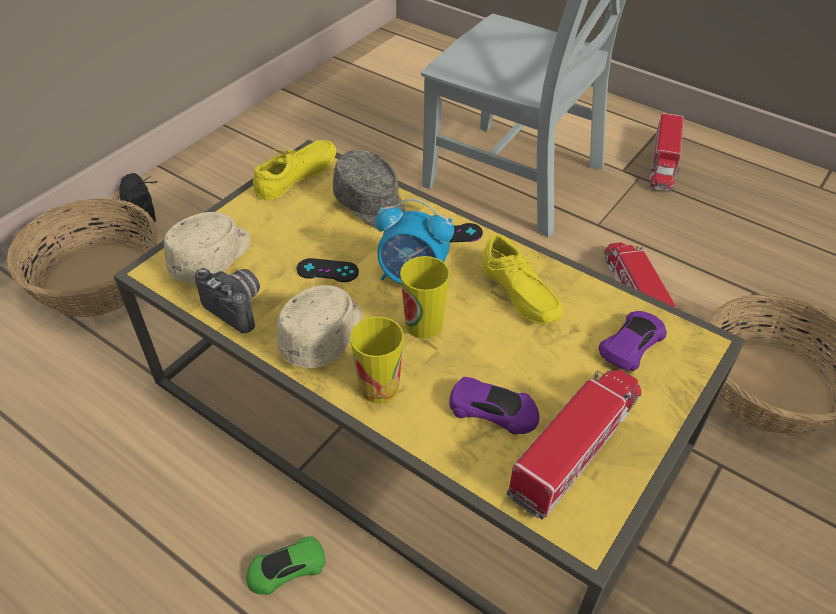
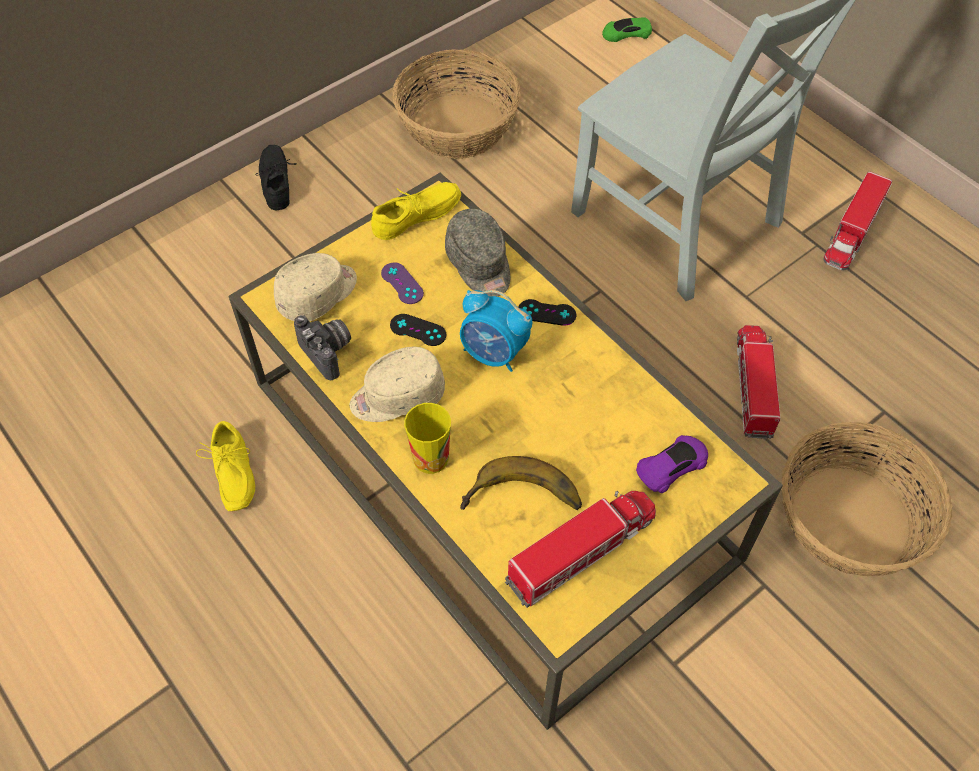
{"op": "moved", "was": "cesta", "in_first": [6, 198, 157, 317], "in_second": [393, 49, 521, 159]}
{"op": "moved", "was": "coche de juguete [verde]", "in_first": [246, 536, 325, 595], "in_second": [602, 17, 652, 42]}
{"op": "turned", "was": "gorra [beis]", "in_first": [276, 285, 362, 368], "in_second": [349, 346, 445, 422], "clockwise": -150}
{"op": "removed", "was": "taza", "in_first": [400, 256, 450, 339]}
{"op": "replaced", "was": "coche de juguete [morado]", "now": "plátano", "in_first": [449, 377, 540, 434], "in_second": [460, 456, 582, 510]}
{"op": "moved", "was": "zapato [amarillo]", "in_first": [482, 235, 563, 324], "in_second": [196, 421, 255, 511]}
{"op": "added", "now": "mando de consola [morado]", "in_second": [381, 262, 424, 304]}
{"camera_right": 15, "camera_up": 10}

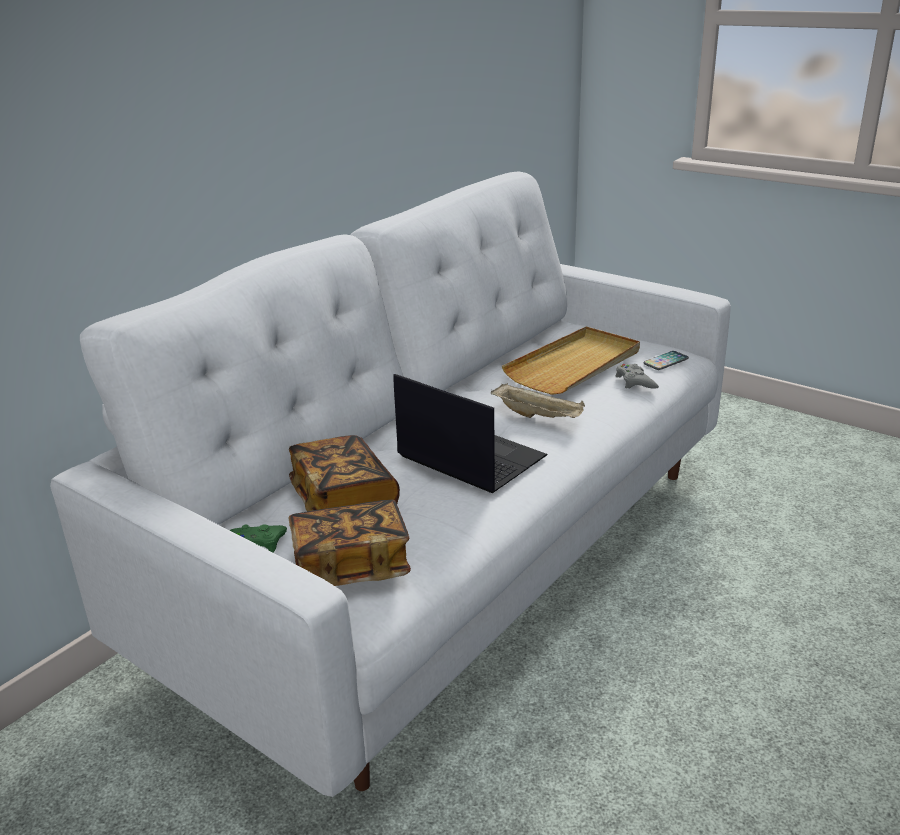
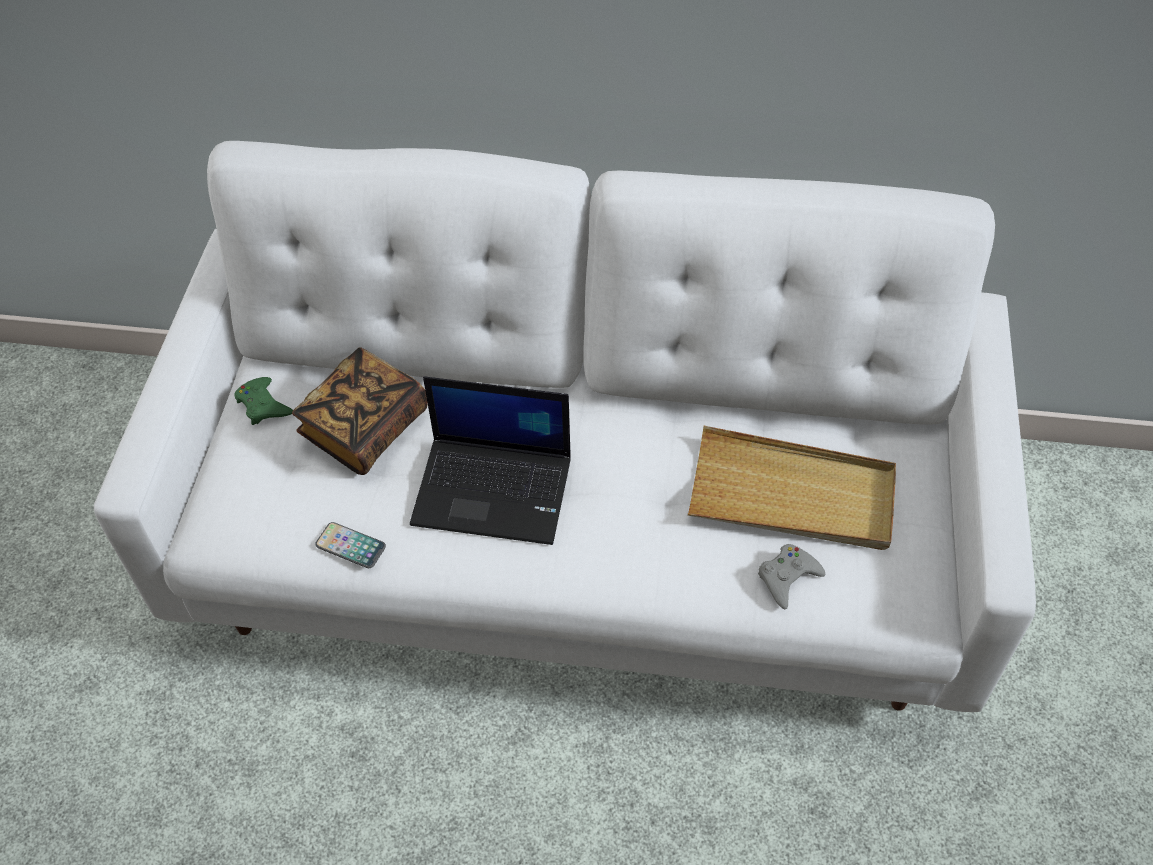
{"op": "removed", "was": "libro", "in_first": [289, 500, 411, 586]}
{"op": "turned", "was": "portátil", "in_first": [393, 374, 548, 493], "in_second": [410, 376, 571, 545], "clockwise": 90}
{"op": "removed", "was": "bandeja [beis]", "in_first": [491, 383, 585, 418]}
{"op": "moved", "was": "móvil", "in_first": [643, 351, 689, 370], "in_second": [315, 522, 386, 568]}
{"camera_right": 60, "camera_up": 25}

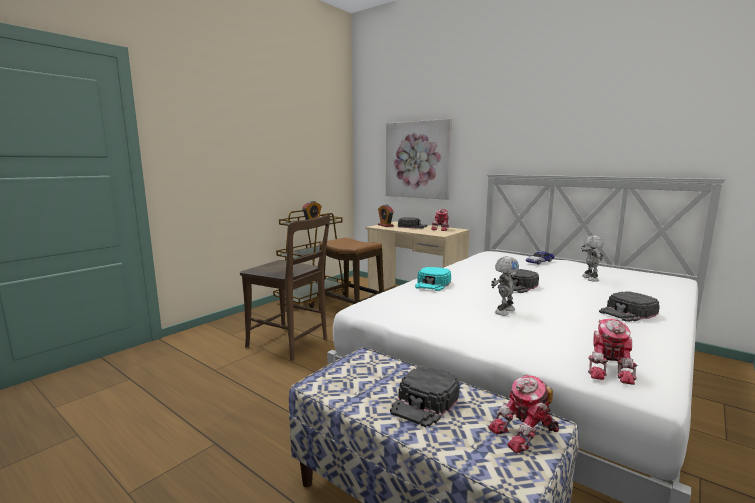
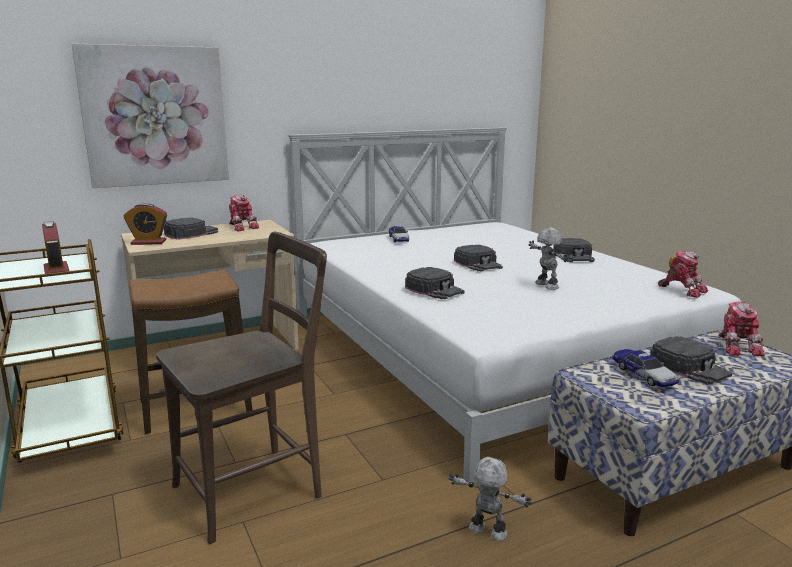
{"op": "recoloured", "was": "gorra [turquesa]", "now": "gorra [negro]", "in_first": [415, 267, 451, 291], "in_second": [405, 267, 465, 299]}
{"op": "moved", "was": "robot de juguete", "in_first": [581, 236, 604, 282], "in_second": [449, 457, 532, 541]}
{"op": "added", "now": "coche de juguete", "in_second": [612, 349, 679, 387]}
{"camera_right": -65, "camera_up": 5}

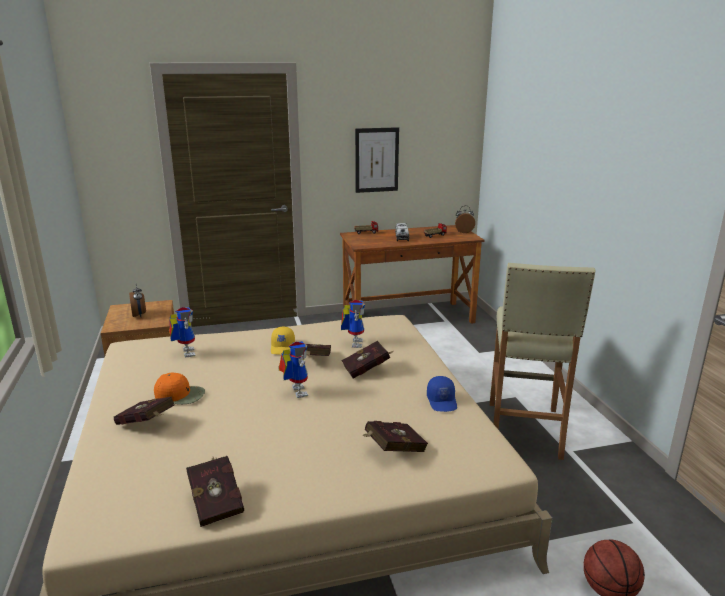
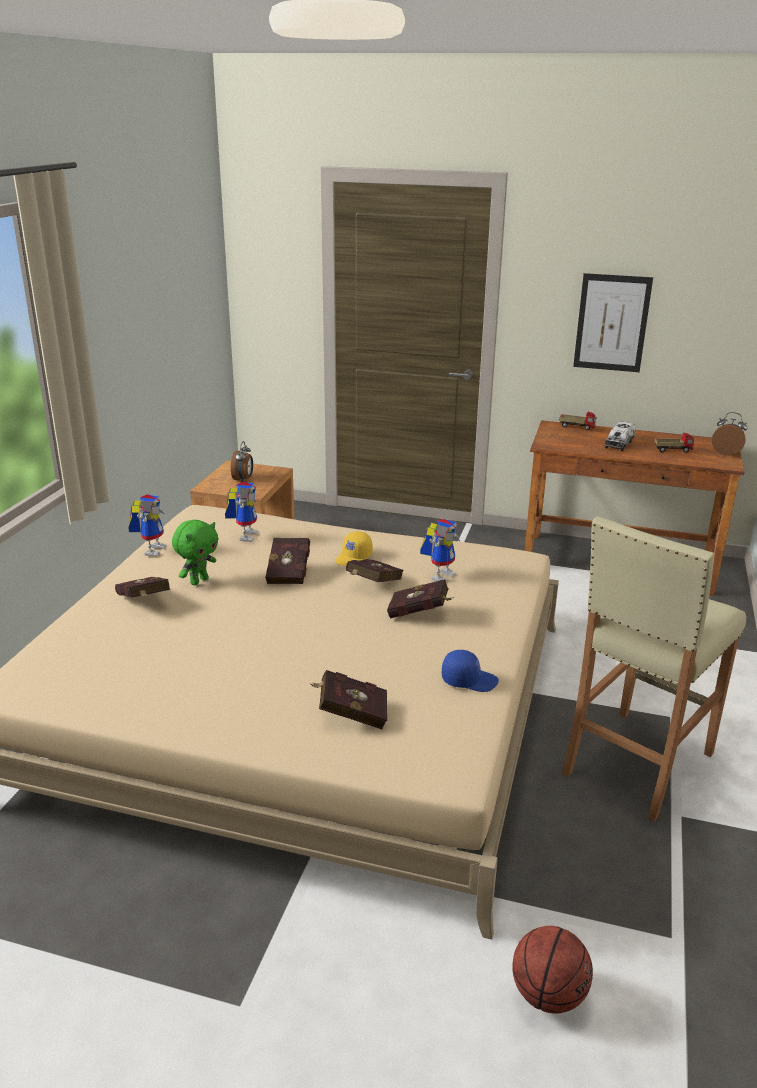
{"op": "replaced", "was": "gorra [naranja]", "now": "peluche [verde]", "in_first": [154, 372, 205, 404], "in_second": [172, 519, 218, 585]}
{"op": "moved", "was": "libro [rojo]", "in_first": [186, 456, 244, 527], "in_second": [265, 537, 310, 584]}
{"op": "moved", "was": "robot de juguete", "in_first": [278, 341, 308, 398], "in_second": [128, 494, 167, 557]}
{"op": "turned", "was": "gorra [azul]", "in_first": [427, 376, 457, 412], "in_second": [442, 650, 499, 692], "clockwise": -105}
{"camera_right": 30, "camera_up": 5}

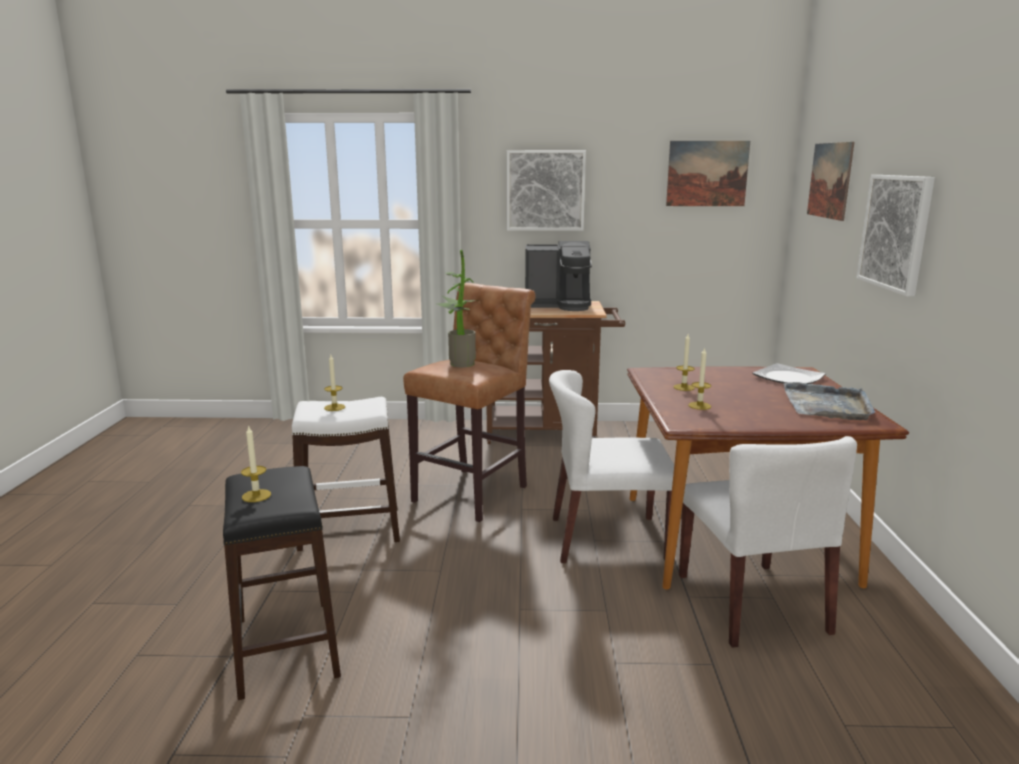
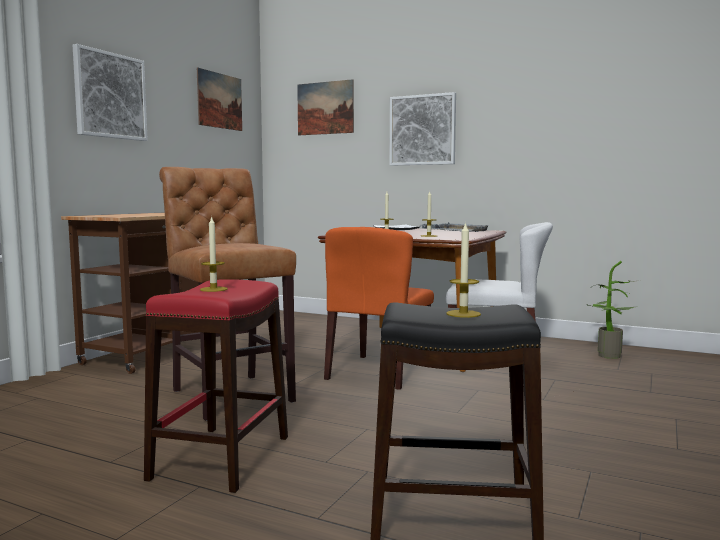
{"op": "recoloured", "was": "taburete [blanco]", "now": "taburete [rojo]", "in_first": [292, 397, 400, 551], "in_second": [144, 279, 288, 493]}
{"op": "moved", "was": "planta en maceta", "in_first": [437, 250, 478, 367], "in_second": [586, 261, 638, 359]}
{"op": "removed", "was": "cafetera", "in_first": [525, 241, 592, 311]}
{"op": "recoloured", "was": "silla [blanco]", "now": "silla [naranja]", "in_first": [549, 370, 674, 563], "in_second": [324, 227, 434, 390]}
{"camera_right": -65, "camera_up": -10}

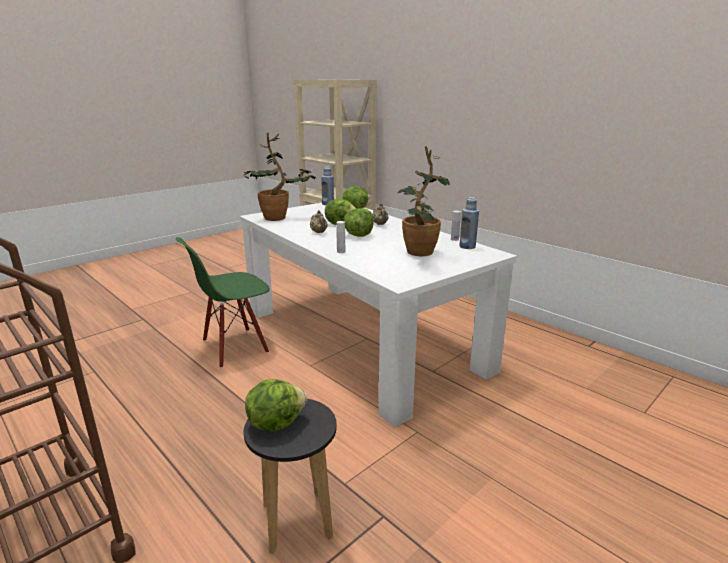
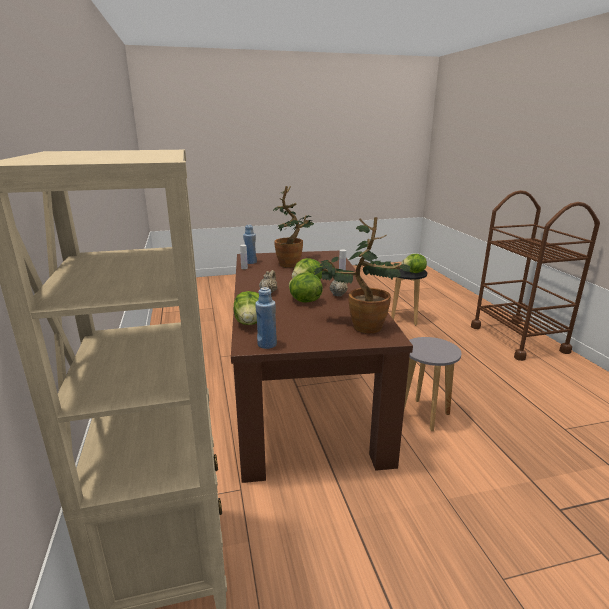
{"op": "replaced", "was": "silla [verde]", "now": "taburete [gris]", "in_first": [176, 237, 270, 368], "in_second": [404, 337, 462, 431]}
{"op": "recoloured", "was": "mesa de comedor [blanco]", "now": "mesa de comedor [marrón]", "in_first": [240, 203, 517, 427], "in_second": [231, 251, 413, 483]}
{"camera_right": -150, "camera_up": 0}

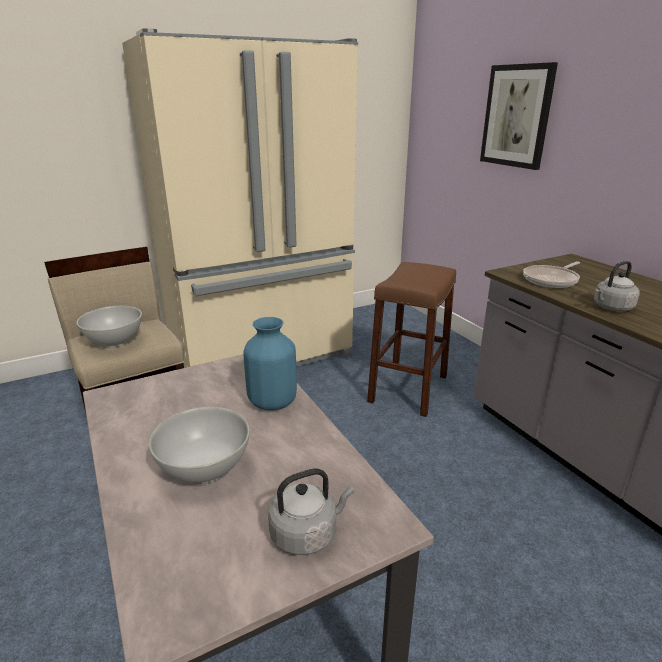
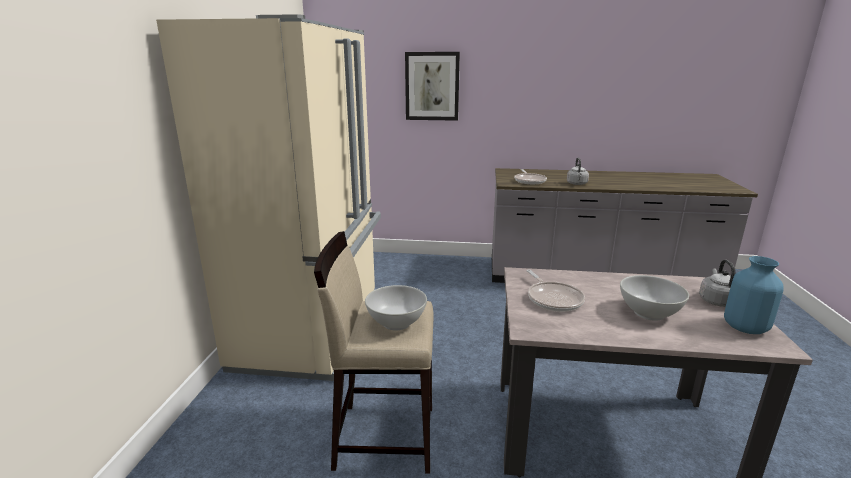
{"op": "moved", "was": "florero [azul]", "in_first": [243, 317, 297, 410], "in_second": [724, 256, 784, 334]}
{"op": "removed", "was": "taburete [marrón]", "in_first": [367, 262, 456, 417]}
{"op": "added", "now": "sartén", "in_second": [526, 270, 585, 312]}
{"camera_right": -55, "camera_up": -5}

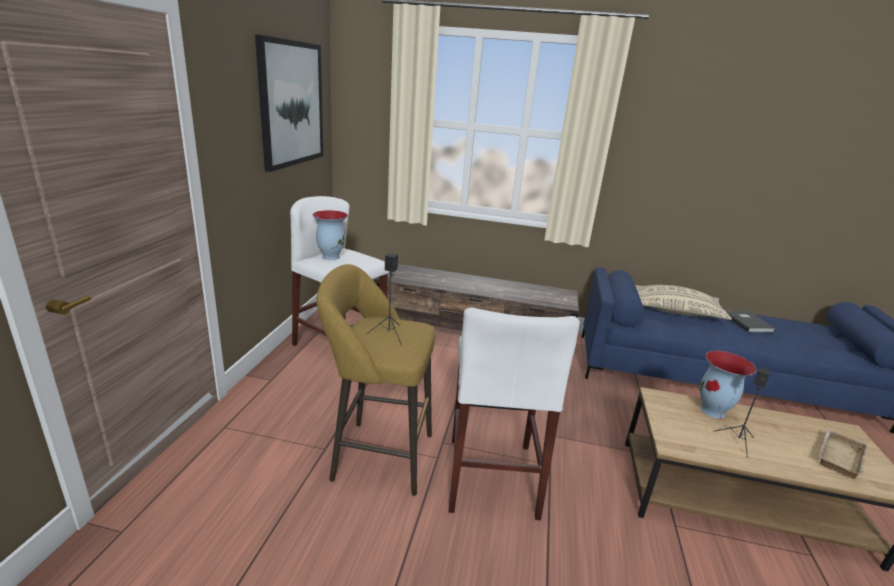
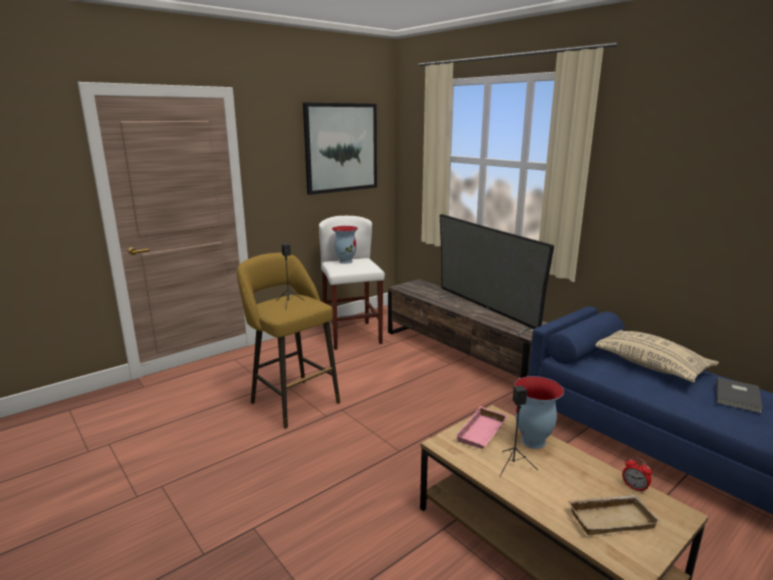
{"op": "removed", "was": "taburete [blanco]", "in_first": [449, 308, 580, 520]}
{"op": "added", "now": "televisor", "in_second": [440, 214, 554, 335]}
{"op": "added", "now": "bandeja [rosa]", "in_second": [455, 406, 508, 449]}
{"op": "added", "now": "despertador", "in_second": [622, 457, 652, 493]}
{"camera_right": 40, "camera_up": -5}

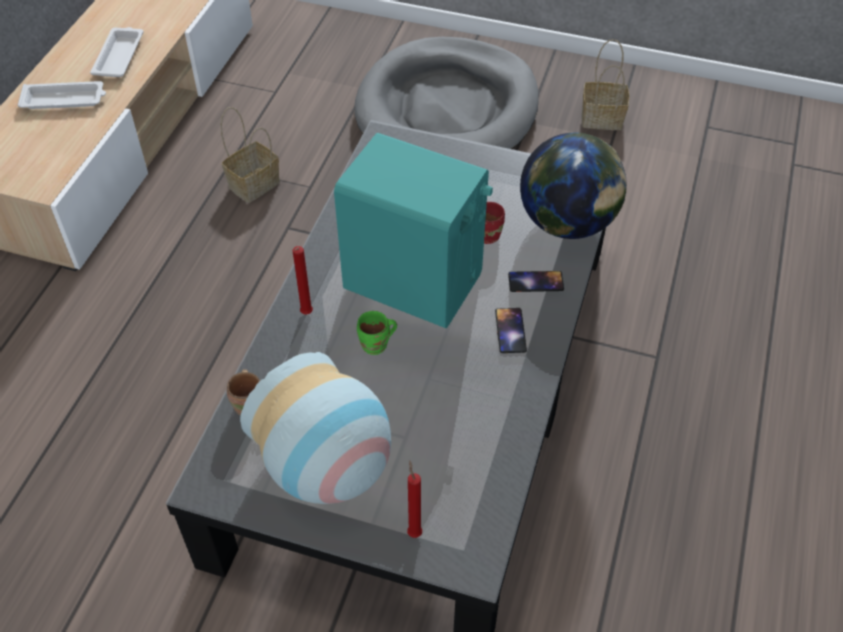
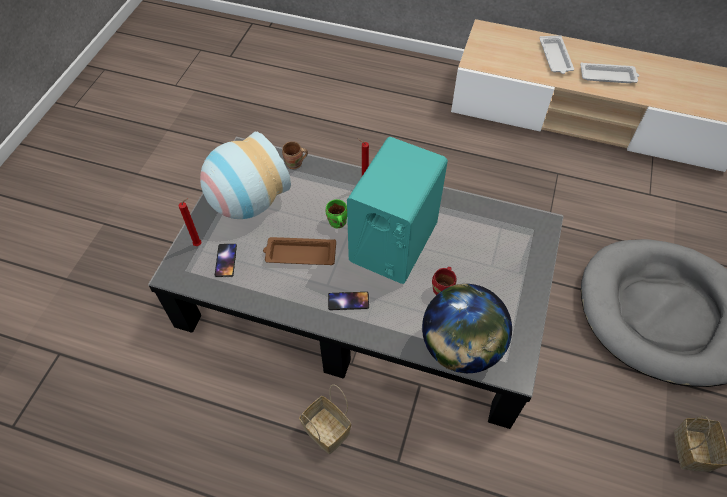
{"op": "moved", "was": "cesta", "in_first": [220, 107, 280, 203], "in_second": [299, 384, 351, 454]}
{"op": "moved", "was": "móvil", "in_first": [508, 271, 564, 292], "in_second": [215, 244, 237, 277]}
{"op": "added", "now": "bandeja [marrón]", "in_second": [263, 237, 336, 265]}
{"camera_right": 90, "camera_up": 5}

